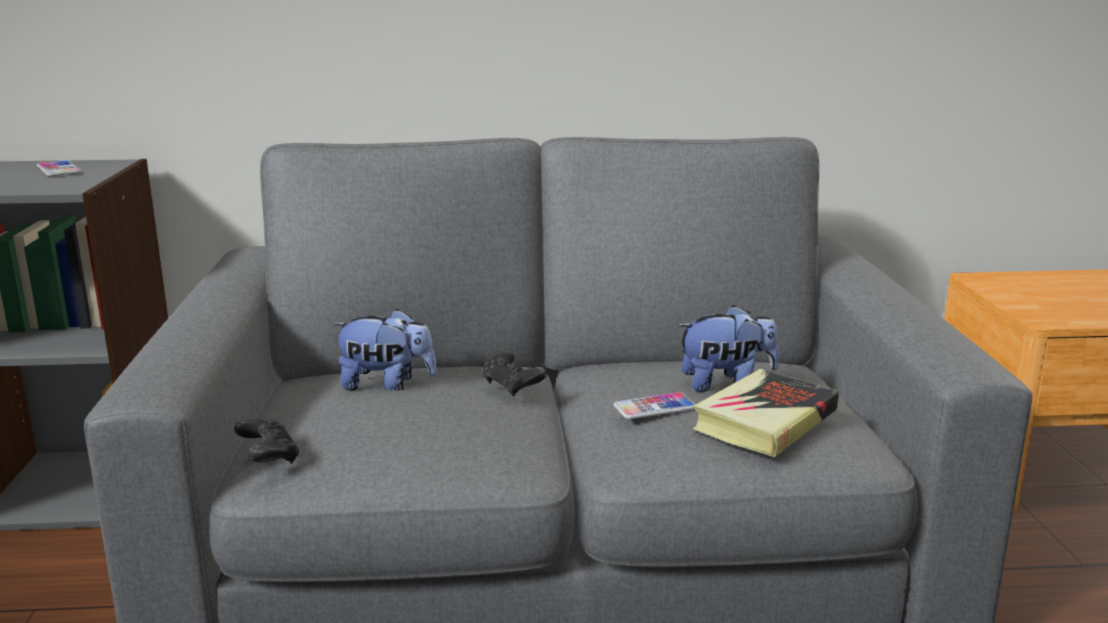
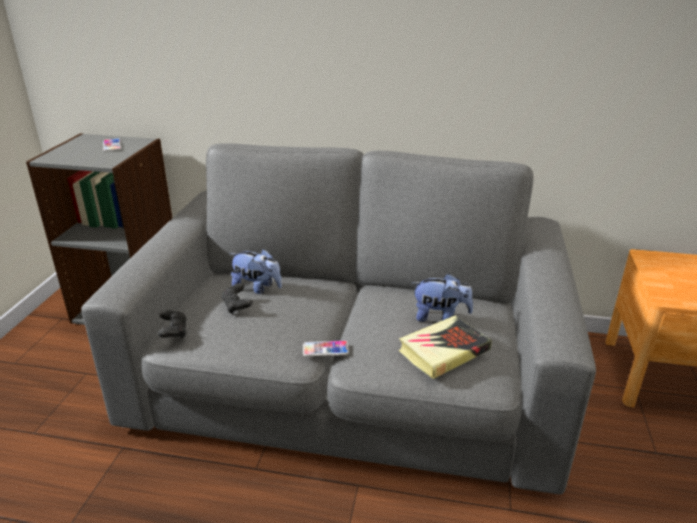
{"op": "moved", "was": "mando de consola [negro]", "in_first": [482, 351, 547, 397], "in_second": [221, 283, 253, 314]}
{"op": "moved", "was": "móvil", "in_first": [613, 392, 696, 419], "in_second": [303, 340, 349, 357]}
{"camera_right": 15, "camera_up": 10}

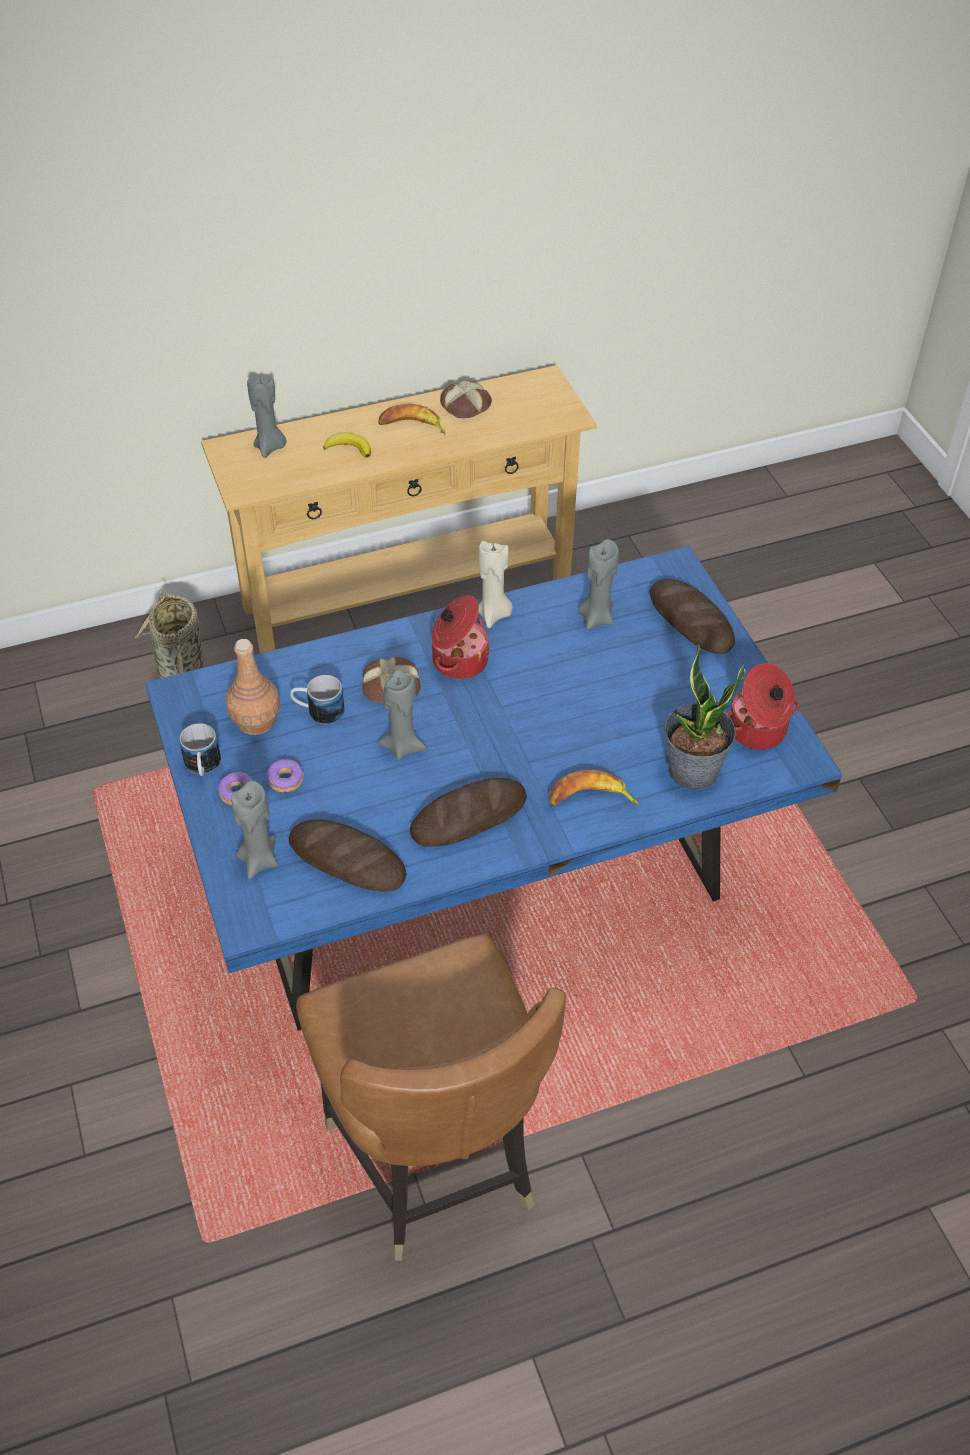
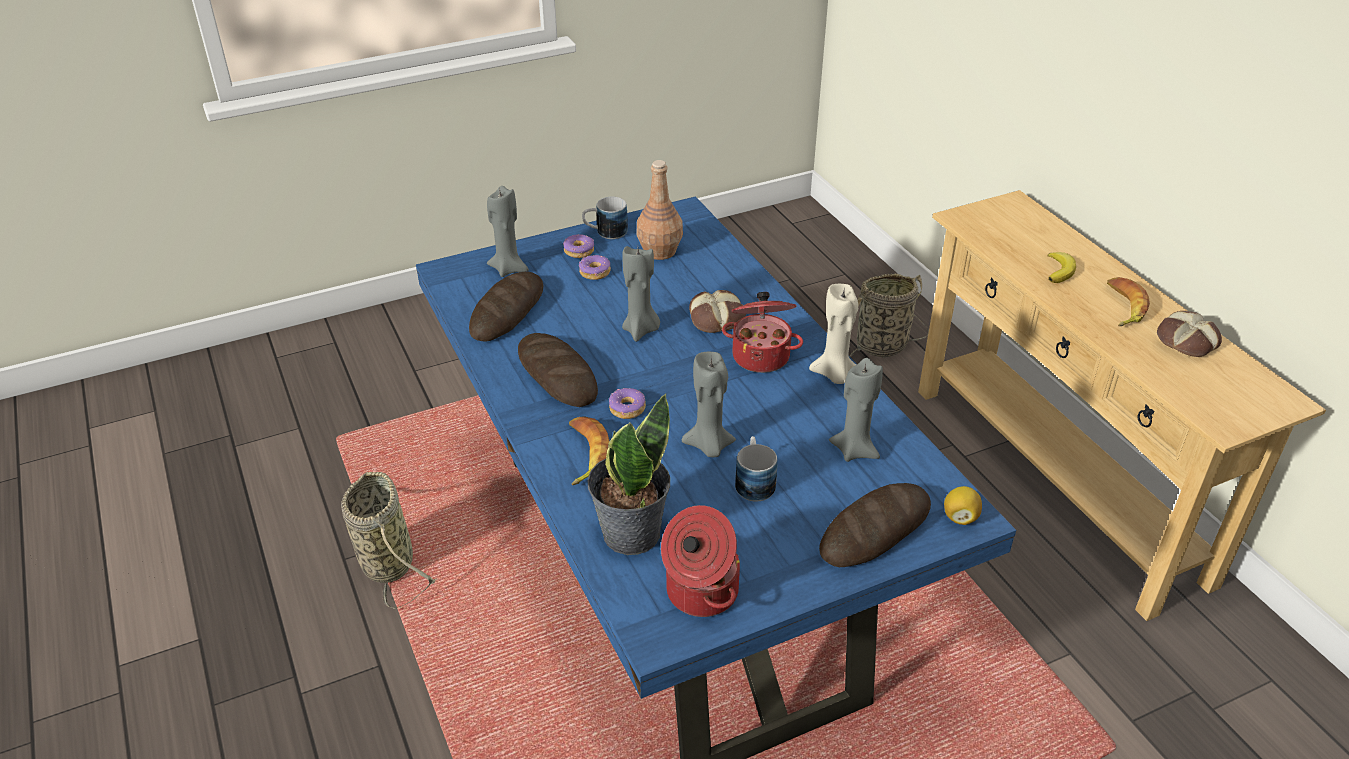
{"op": "moved", "was": "vela [gris]", "in_first": [247, 376, 286, 458], "in_second": [682, 352, 736, 457]}
{"op": "moved", "was": "taza grande", "in_first": [290, 675, 344, 725], "in_second": [735, 436, 777, 502]}
{"op": "replaced", "was": "silla [marrón]", "now": "cesta", "in_first": [296, 934, 566, 1261], "in_second": [341, 472, 437, 609]}
{"op": "added", "now": "rosquilla", "in_second": [609, 388, 646, 419]}
{"op": "added", "now": "limón", "in_second": [944, 486, 982, 525]}
{"camera_right": 85, "camera_up": -10}

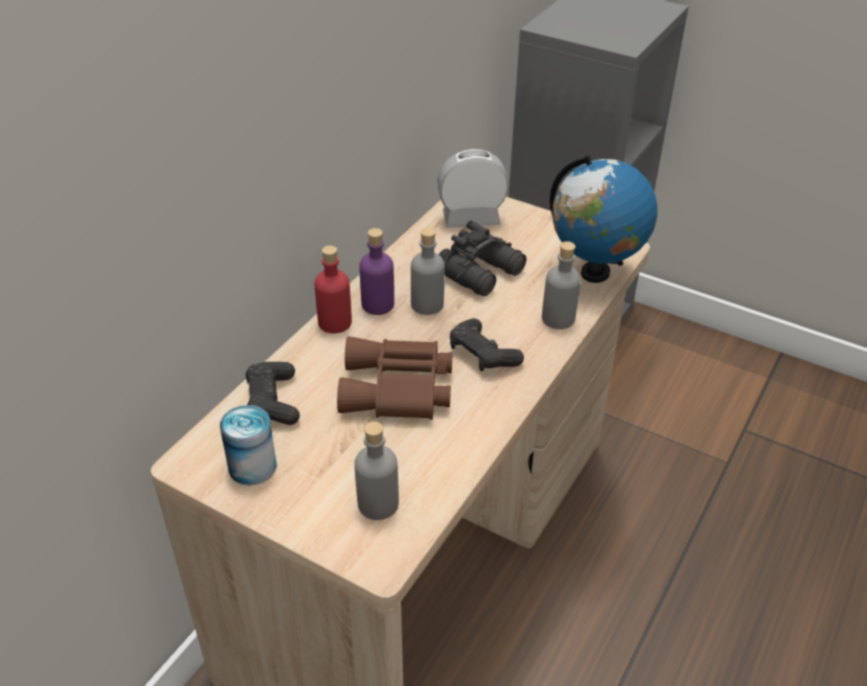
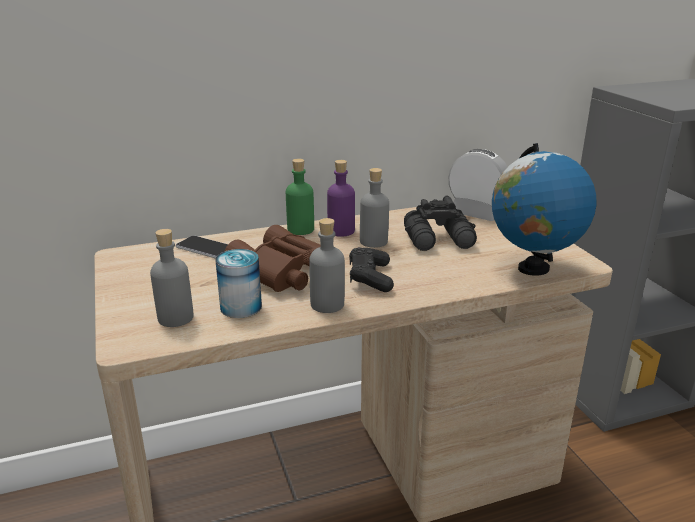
{"op": "moved", "was": "lata", "in_first": [220, 405, 277, 485], "in_second": [215, 249, 262, 318]}
{"op": "replaced", "was": "mando de consola [negro]", "now": "móvil", "in_first": [245, 362, 300, 425], "in_second": [176, 236, 228, 259]}
{"op": "recoloured", "was": "botella [rojo]", "now": "botella [verde]", "in_first": [314, 245, 352, 333], "in_second": [286, 159, 314, 235]}
{"op": "moved", "was": "botella [gris]", "in_first": [542, 241, 581, 329], "in_second": [309, 218, 345, 313]}
{"camera_right": 40, "camera_up": -15}

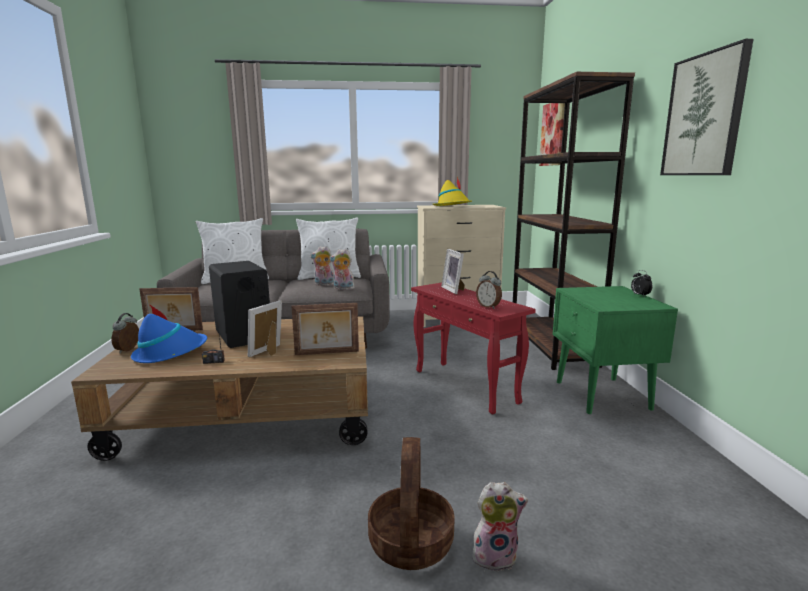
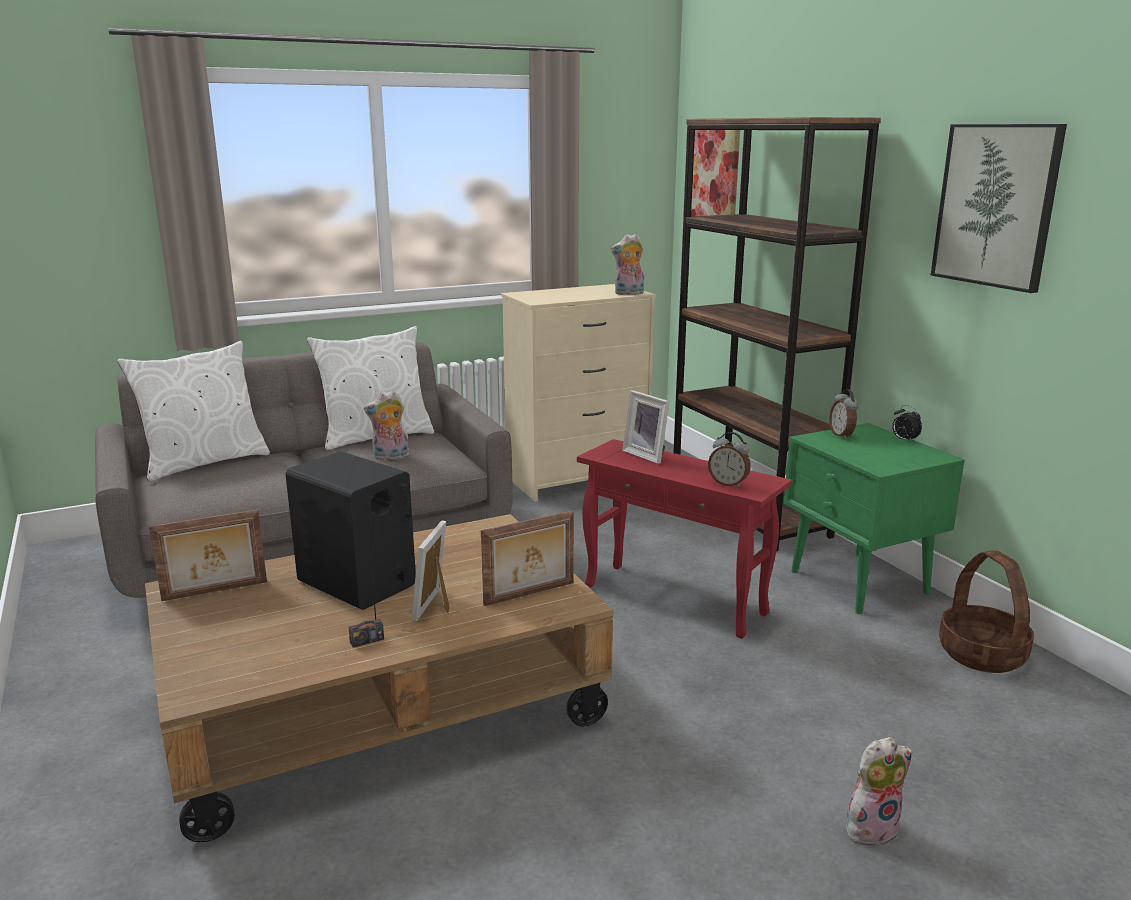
{"op": "moved", "was": "despertador", "in_first": [111, 313, 139, 354], "in_second": [829, 389, 859, 439]}
{"op": "removed", "was": "sombrero [azul]", "in_first": [131, 304, 207, 363]}
{"op": "moved", "was": "peluche", "in_first": [329, 249, 355, 290], "in_second": [611, 234, 644, 295]}
{"op": "moved", "was": "cesta", "in_first": [368, 437, 455, 570], "in_second": [939, 550, 1034, 673]}
{"op": "removed", "was": "sombrero [amarillo]", "in_first": [433, 177, 472, 206]}
{"camera_right": -20, "camera_up": 5}

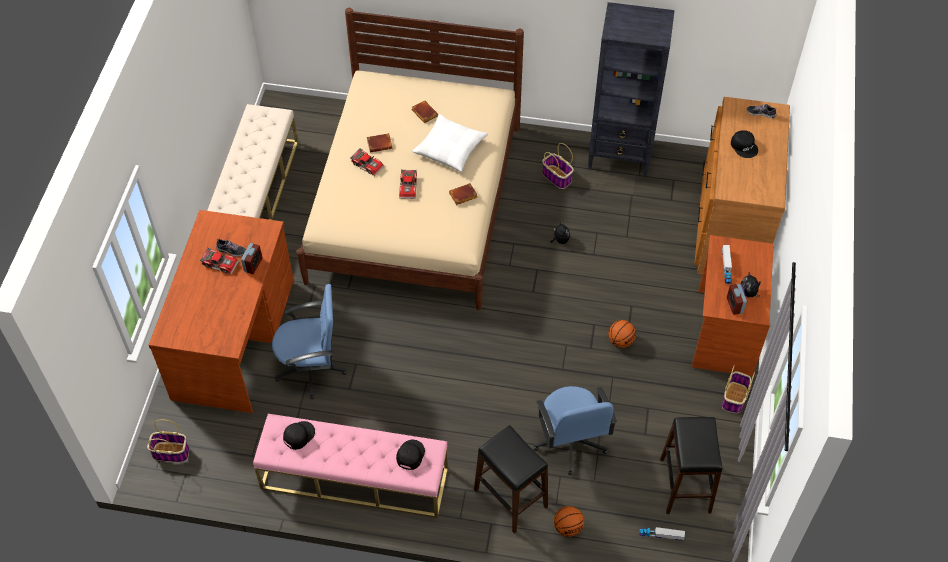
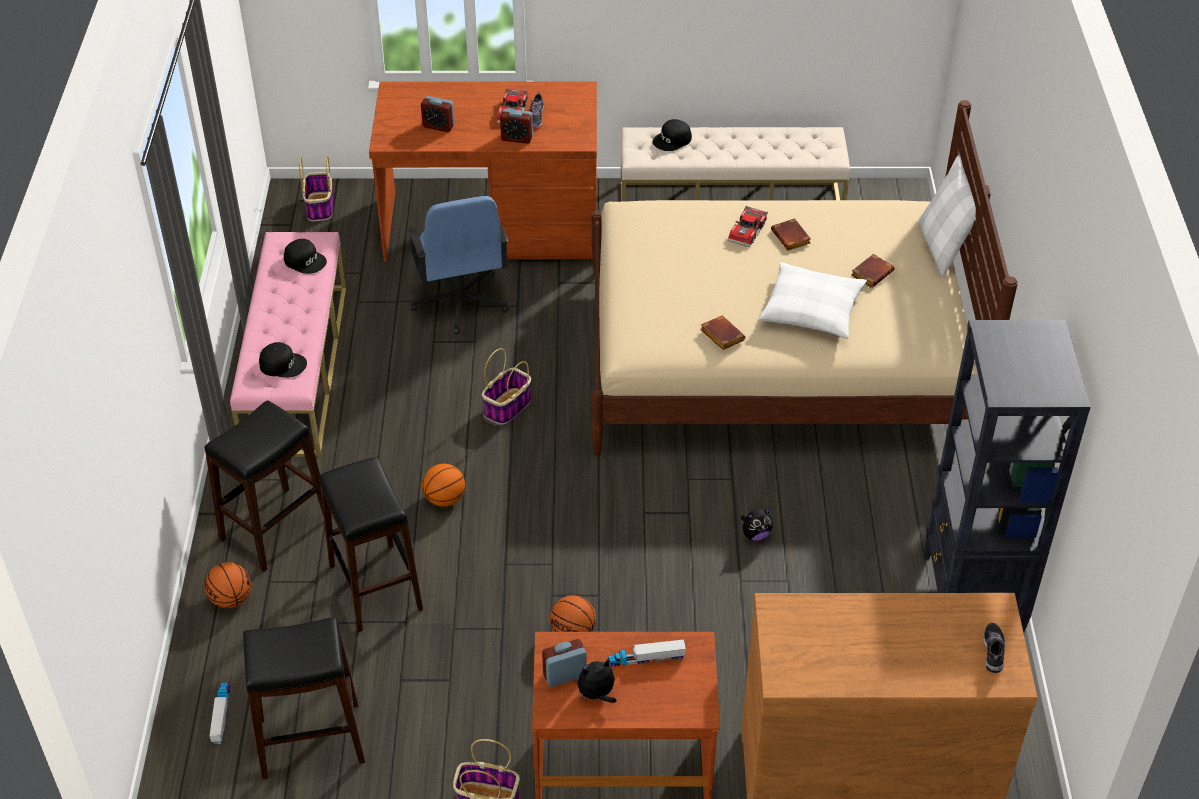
{"op": "removed", "was": "coche de juguete", "in_first": [399, 170, 417, 199]}
{"op": "replaced", "was": "silla de oficina [azul]", "now": "taburete [negro]", "in_first": [534, 386, 617, 475], "in_second": [319, 457, 423, 632]}
{"op": "moved", "was": "cesta", "in_first": [542, 143, 574, 189], "in_second": [482, 348, 531, 425]}
{"op": "moved", "was": "gorra [negro]", "in_first": [731, 130, 758, 158], "in_second": [652, 119, 692, 151]}
{"op": "added", "now": "despertador", "in_second": [421, 96, 455, 132]}
{"op": "added", "now": "balón de baloncesto", "in_second": [422, 464, 465, 507]}
{"op": "added", "now": "cojín [blanco]", "in_second": [918, 155, 976, 276]}
{"camera_right": 80, "camera_up": -10}

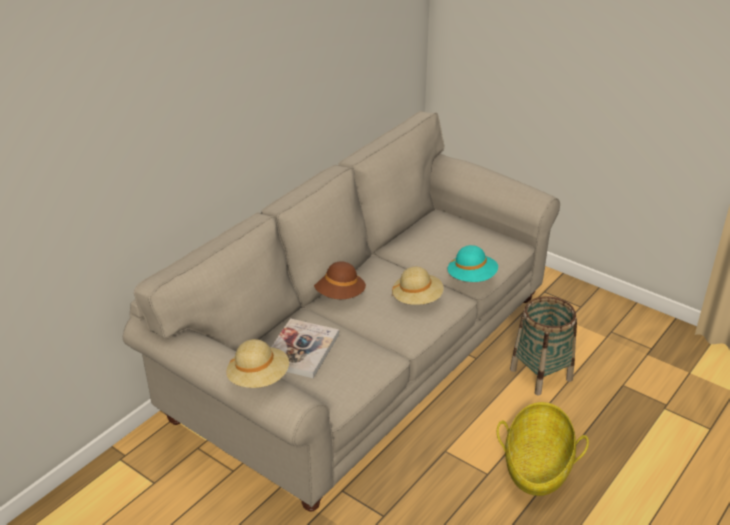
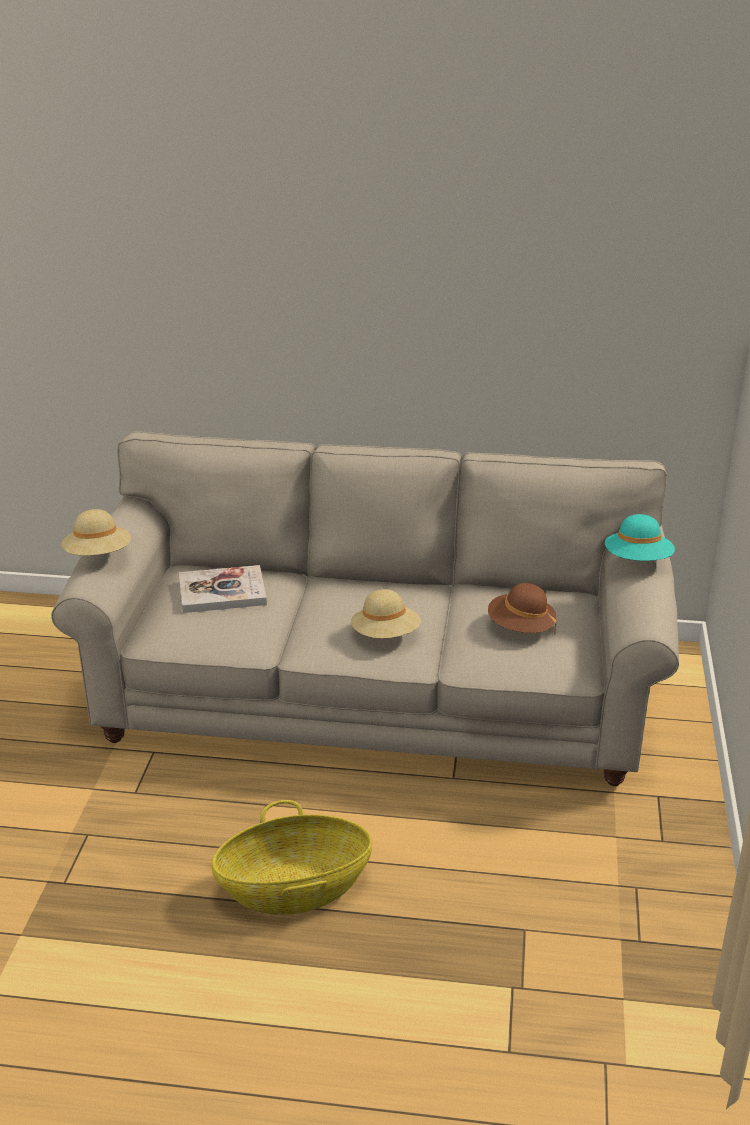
{"op": "moved", "was": "sombrero [marrón]", "in_first": [314, 261, 366, 299], "in_second": [488, 583, 556, 635]}
{"op": "moved", "was": "sombrero [turquesa]", "in_first": [448, 245, 498, 282], "in_second": [605, 514, 675, 561]}
{"op": "removed", "was": "cesta", "in_first": [510, 296, 577, 395]}
{"camera_right": 60, "camera_up": -5}

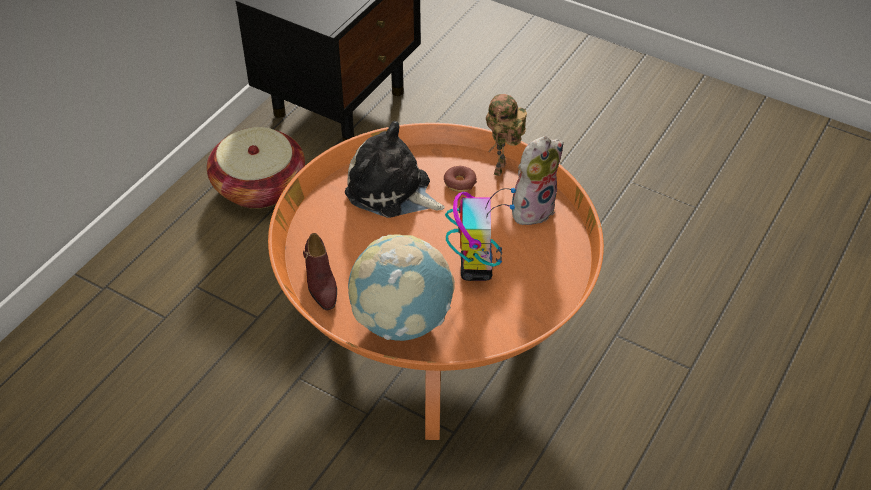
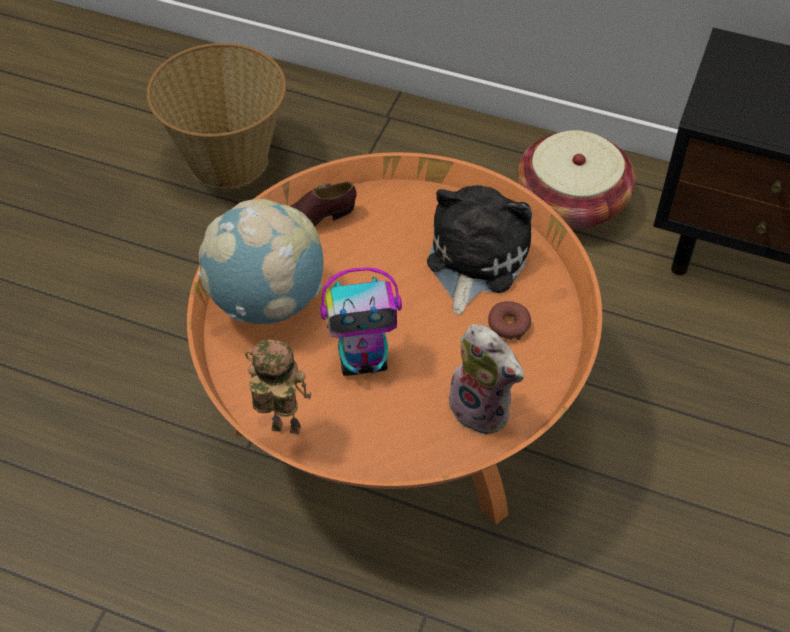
{"op": "moved", "was": "robot de juguete", "in_first": [486, 94, 527, 176], "in_second": [245, 339, 311, 435]}
{"op": "added", "now": "cesta", "in_second": [146, 43, 286, 188]}
{"camera_right": 80, "camera_up": 5}

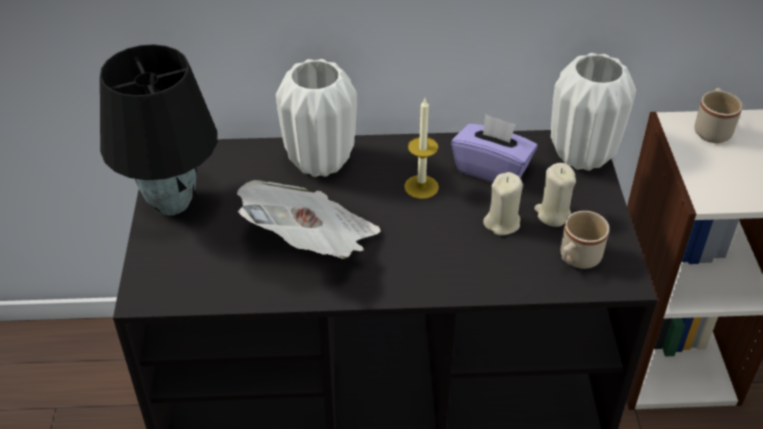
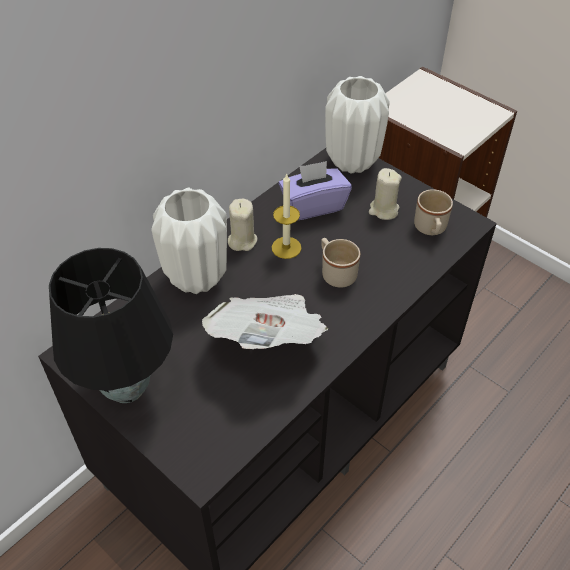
{"op": "moved", "was": "vela [beis]", "in_first": [483, 172, 523, 235], "in_second": [228, 199, 258, 251]}
{"op": "moved", "was": "taza grande [beis]", "in_first": [695, 88, 742, 143], "in_second": [321, 238, 360, 288]}
{"camera_right": -45, "camera_up": 5}

